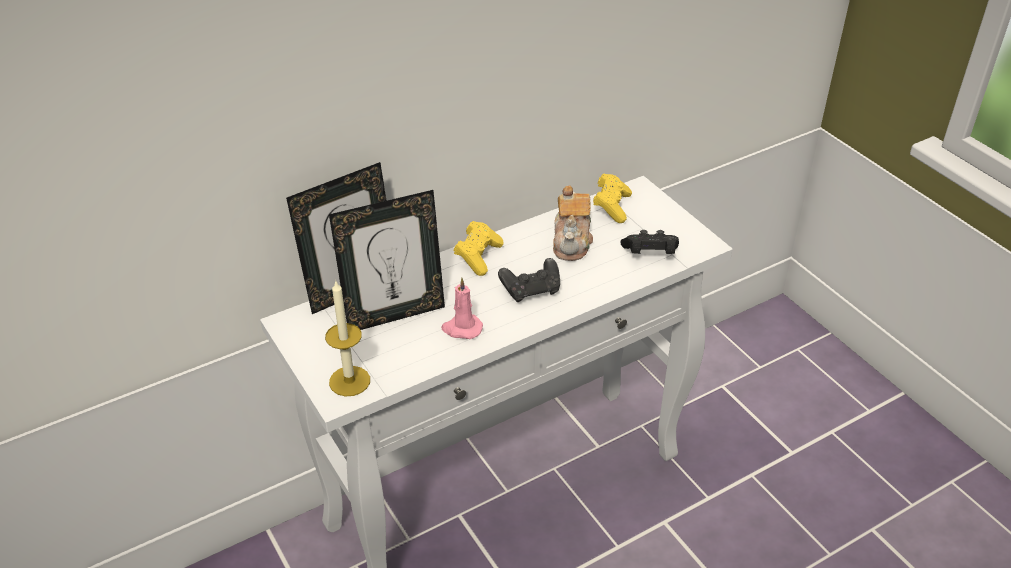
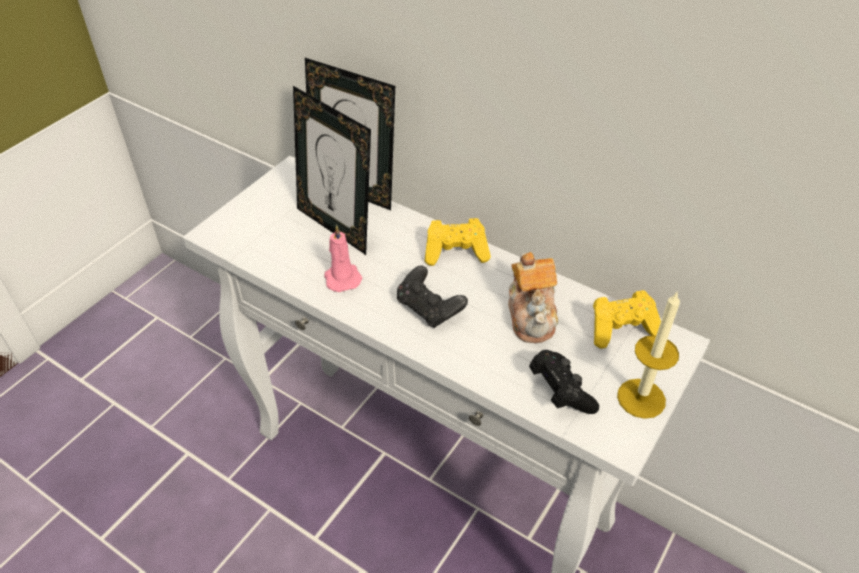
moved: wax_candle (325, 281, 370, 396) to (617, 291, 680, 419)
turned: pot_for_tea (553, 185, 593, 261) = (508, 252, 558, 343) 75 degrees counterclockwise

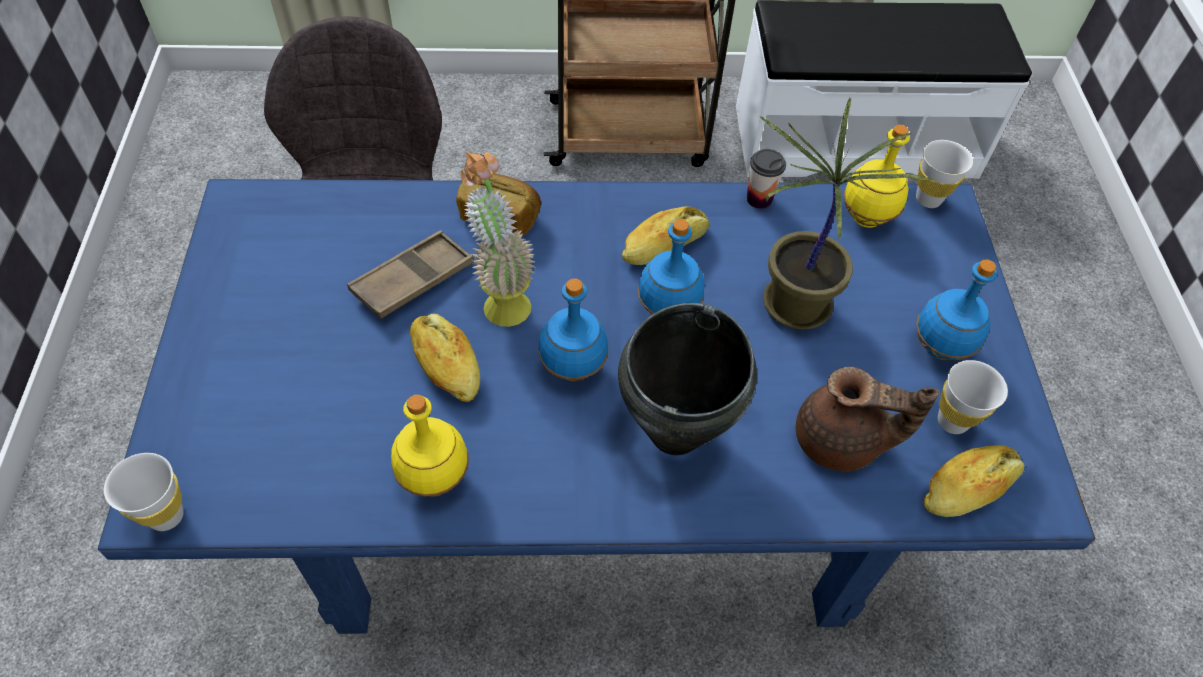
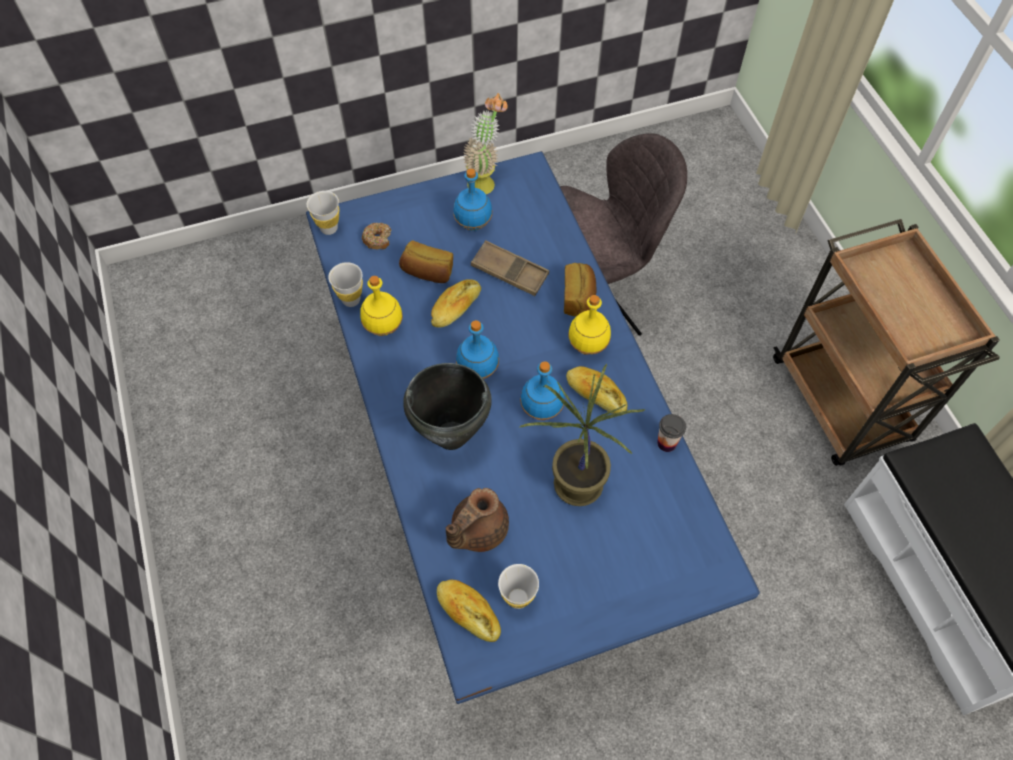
added: doughnut (362, 223, 391, 249); bread (399, 240, 453, 283)
moved: white_drinking_cup (916, 140, 973, 208) to (328, 262, 363, 307); bluish_beverage_bottle (916, 259, 997, 360) to (453, 169, 492, 231); plant_in_a_pot (461, 151, 535, 327) to (463, 93, 508, 195); yellow-coloured_beverage_bottle (844, 125, 910, 228) to (568, 295, 611, 355)
turned: brownish_pot_for_tea (796, 367, 939, 472) = (446, 488, 509, 552) 45 degrees clockwise

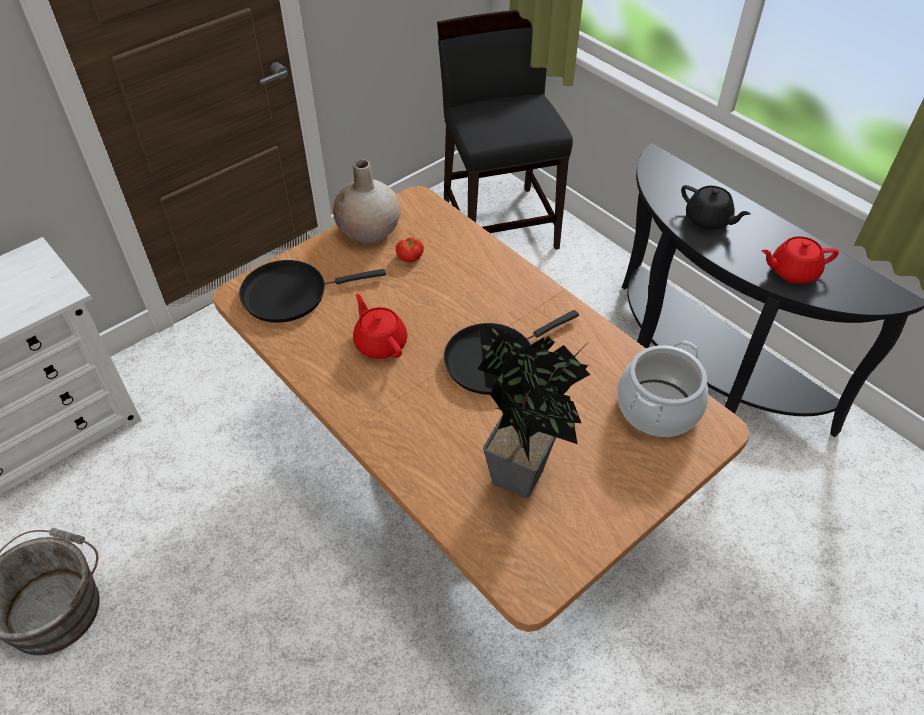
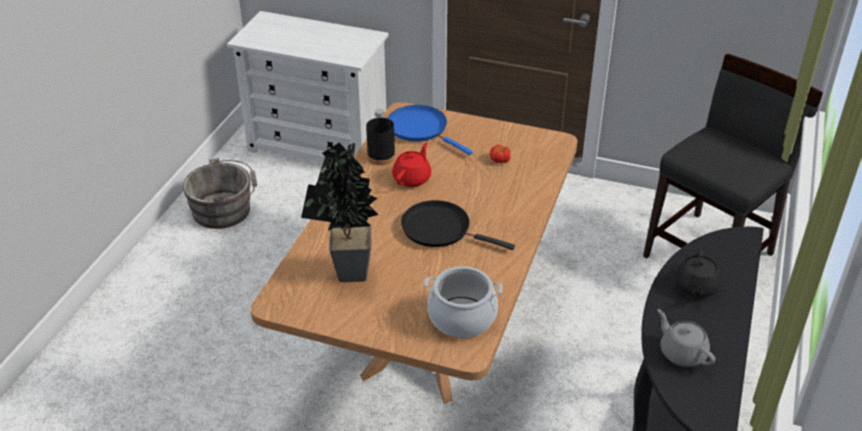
removed: beige_decorative_vase (333, 159, 401, 243)
added: black-coloured_beverage_bottle (366, 109, 395, 165)
recoloured: black-coloured_pan (239, 260, 386, 323) to bluish_pan (387, 105, 473, 155); reddish_pot_for_tea (761, 236, 839, 284) to grey_pot_for_tea (658, 309, 715, 367)

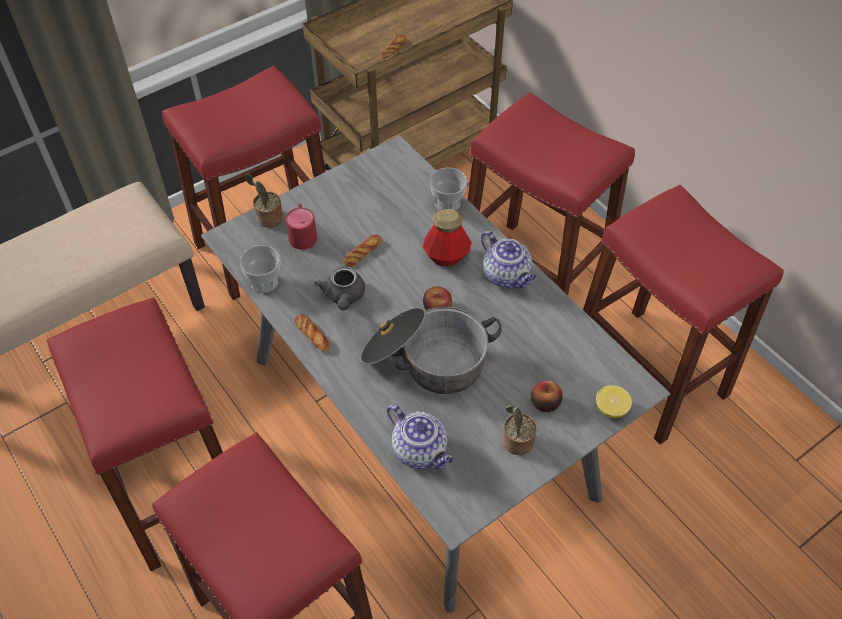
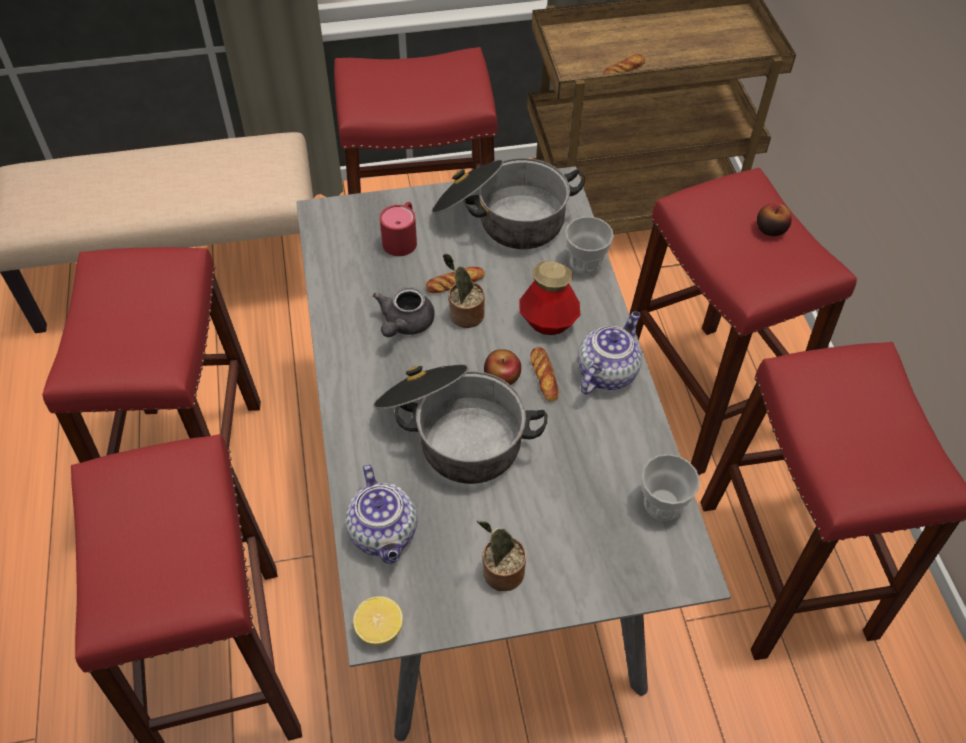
added: stockpot (432, 158, 585, 249)
moved: lemon (596, 385, 632, 418) to (353, 596, 403, 645); plant_in_a_pot (245, 173, 283, 228) to (443, 253, 485, 328); bread (295, 314, 330, 352) to (530, 347, 559, 402); drinking_cup (240, 245, 280, 293) to (641, 454, 700, 521); apple_fruit (531, 381, 563, 412) to (757, 203, 792, 236)
turned: pot_for_tea (481, 231, 536, 289) = (577, 311, 642, 395) 135 degrees counterclockwise

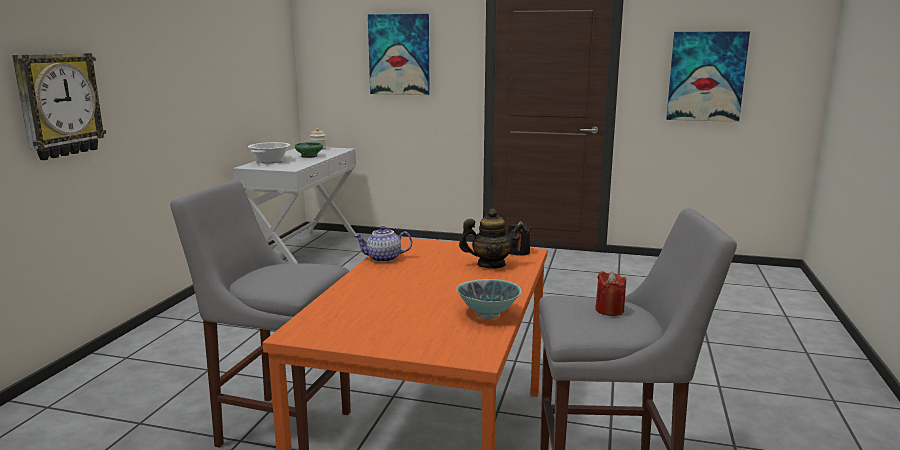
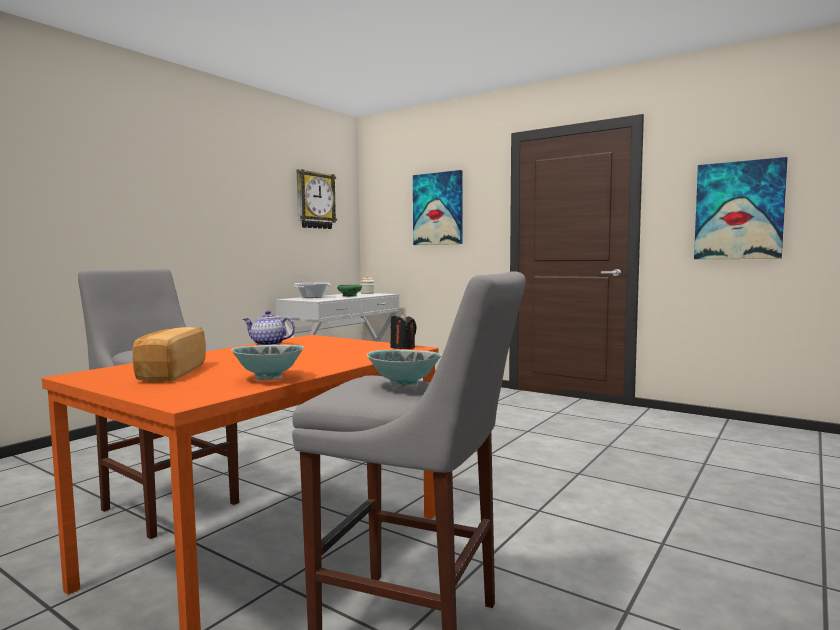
removed: pot_for_tea (459, 209, 524, 269)
added: bread (133, 327, 206, 382)
moved: clock_on_the_wall (12, 53, 106, 160) to (297, 169, 337, 229)
replaced: reddish_wax_candle (595, 271, 626, 316) to serving_bowl (367, 350, 442, 388)

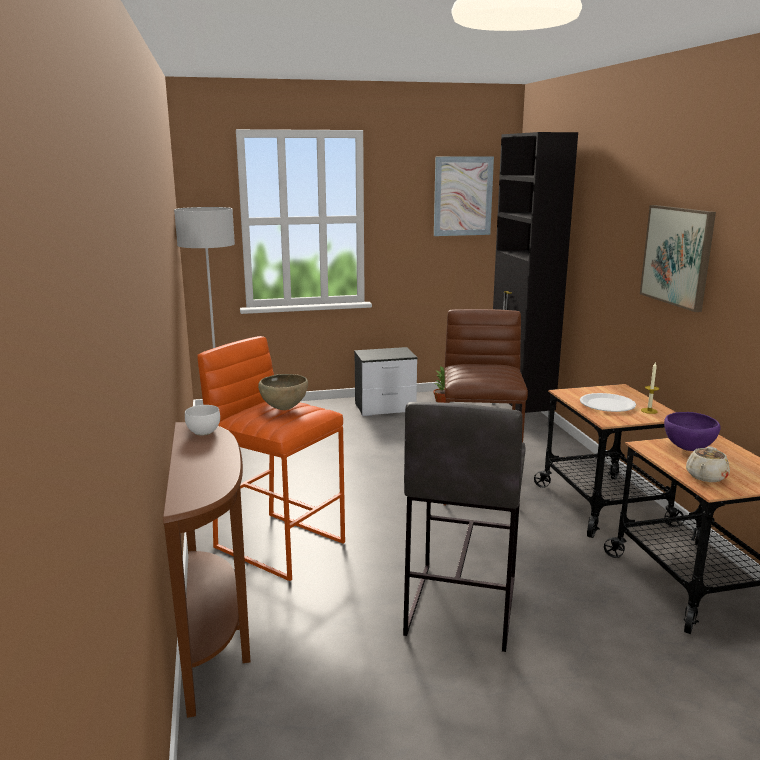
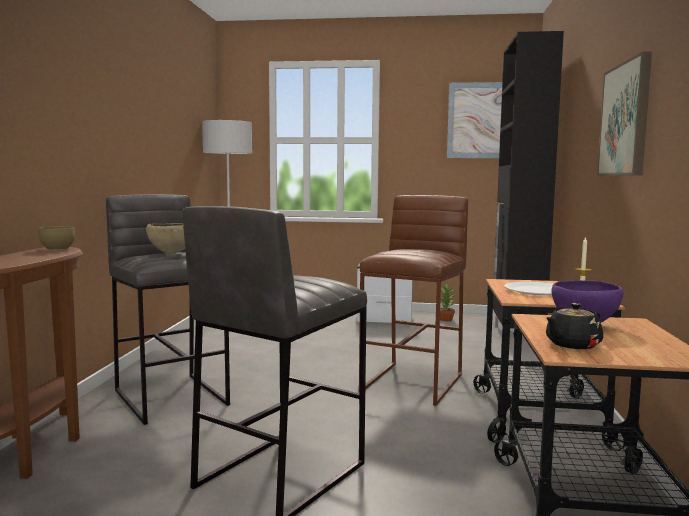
recoloured: white_serving_bowl (185, 405, 220, 436) to brownish_serving_bowl (39, 226, 75, 251); orange-coloured_sitting_stool (198, 336, 345, 581) to grey_sitting_stool (106, 194, 230, 425); beige_pot_for_tea (686, 447, 730, 482) to black-coloured_pot_for_tea (546, 303, 603, 349)

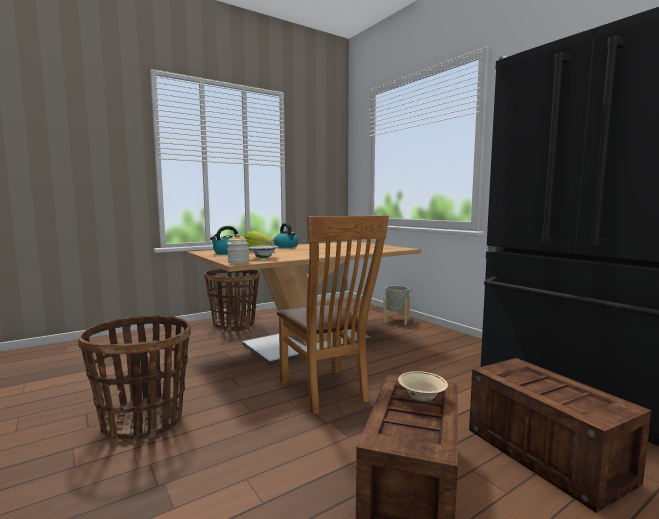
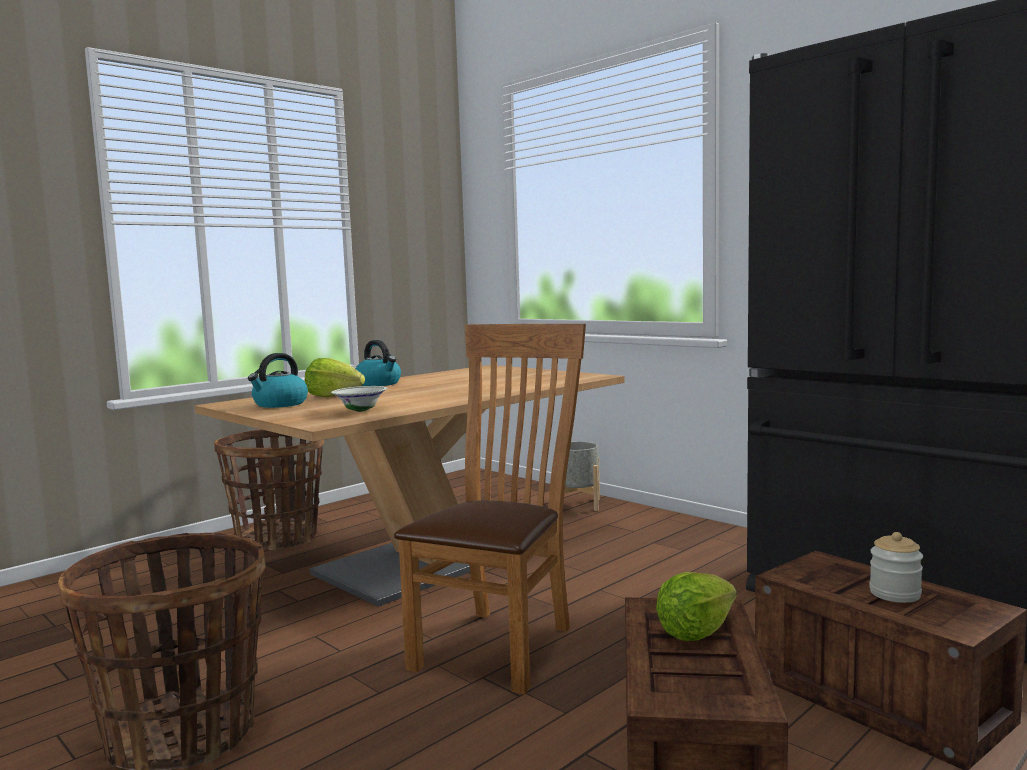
moved: preserve_jar (227, 234, 249, 264) to (869, 532, 923, 603)
replaced: beige_serving_bowl (398, 371, 448, 402) to lettuce_head (656, 572, 737, 641)
turned: brownish_plain_chair (277, 215, 389, 415) = (394, 324, 586, 695) 120 degrees counterclockwise

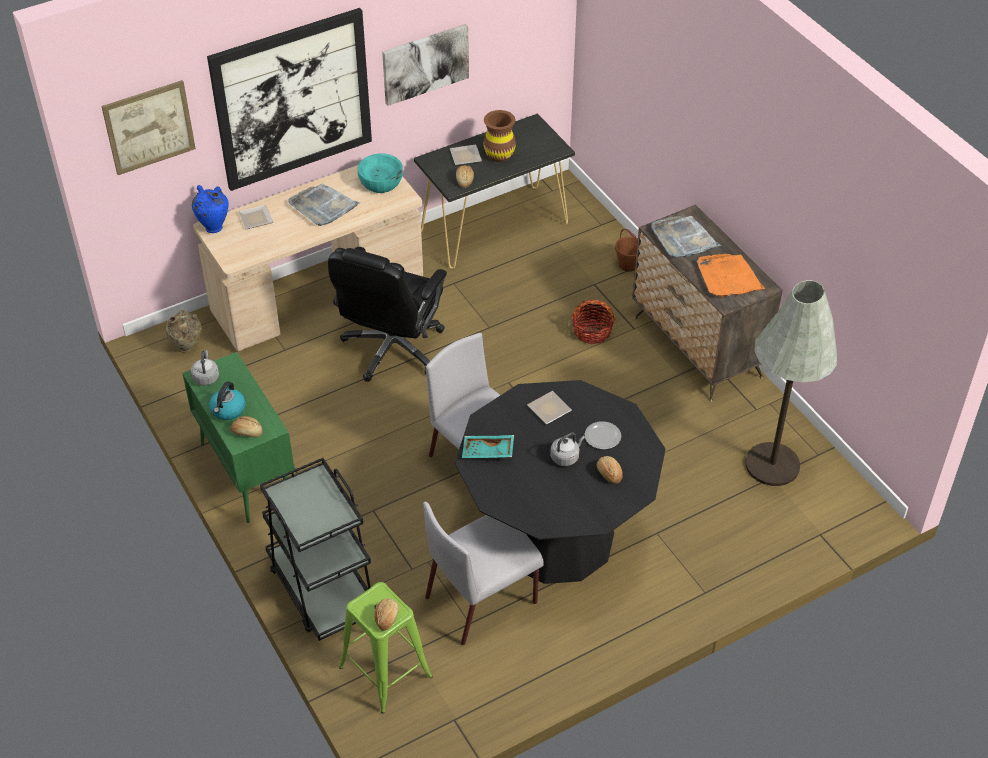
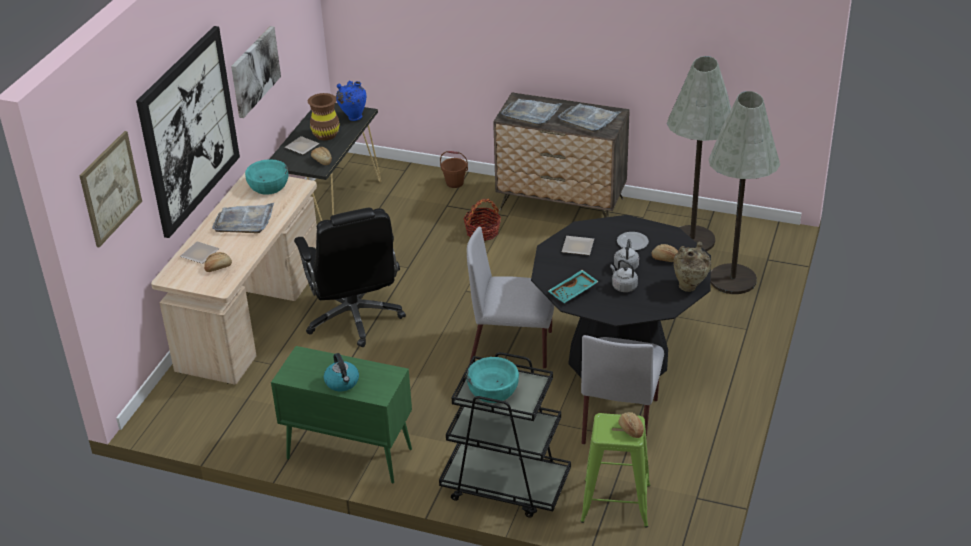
added: blue-green_serving_bowl (466, 357, 519, 403); grey_standard_lamp (709, 91, 780, 294)
moved: bread (230, 416, 263, 437) to (204, 252, 232, 272); bluish_decorative_vase (192, 185, 229, 233) to (336, 81, 367, 121); grey_water_kettle (191, 350, 219, 386) to (610, 260, 638, 292); beige_decorative_vase (166, 310, 202, 353) to (673, 242, 711, 292)
recoloured: orange-coloured_carrying_tray (697, 254, 765, 297) to grey_carrying_tray (558, 104, 621, 132)

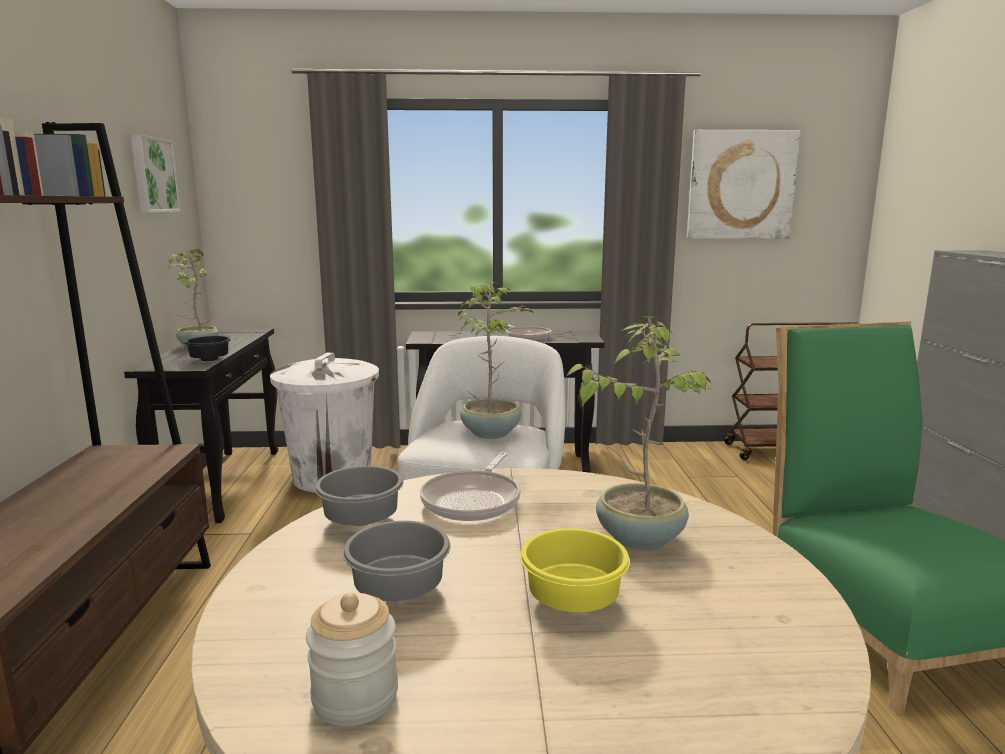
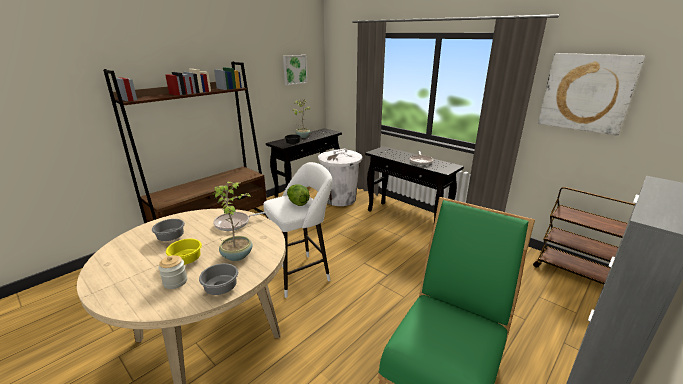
moved: preserve_jar (306, 593, 398, 726) to (158, 255, 187, 289); grey_serving_bowl (315, 466, 403, 526) to (199, 263, 238, 295)
replaced: plant_in_a_pot (458, 282, 532, 439) to lettuce_head (287, 185, 310, 206)

